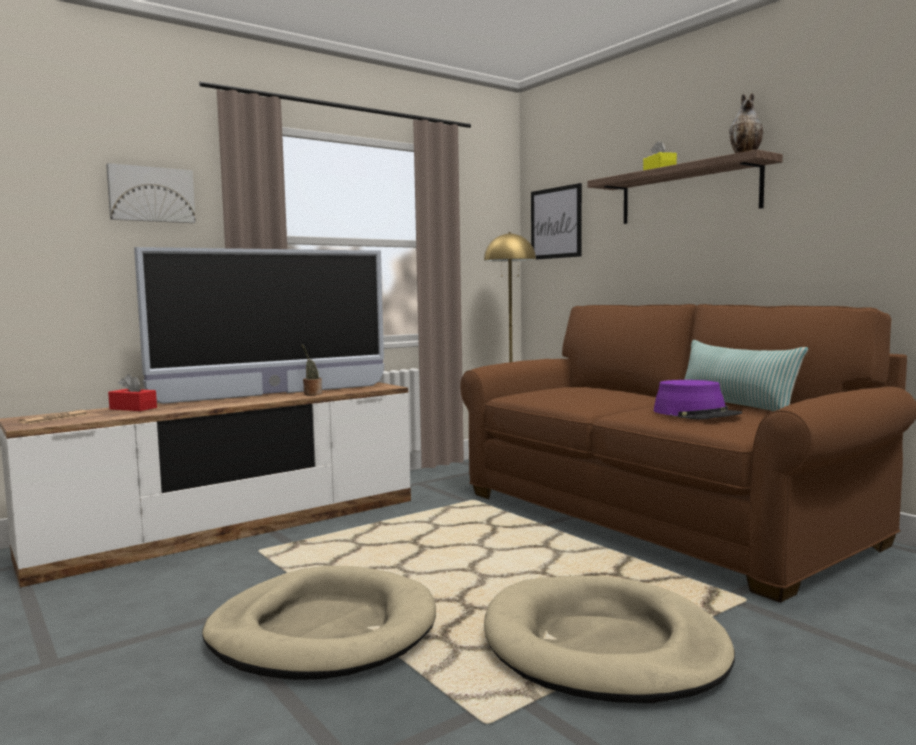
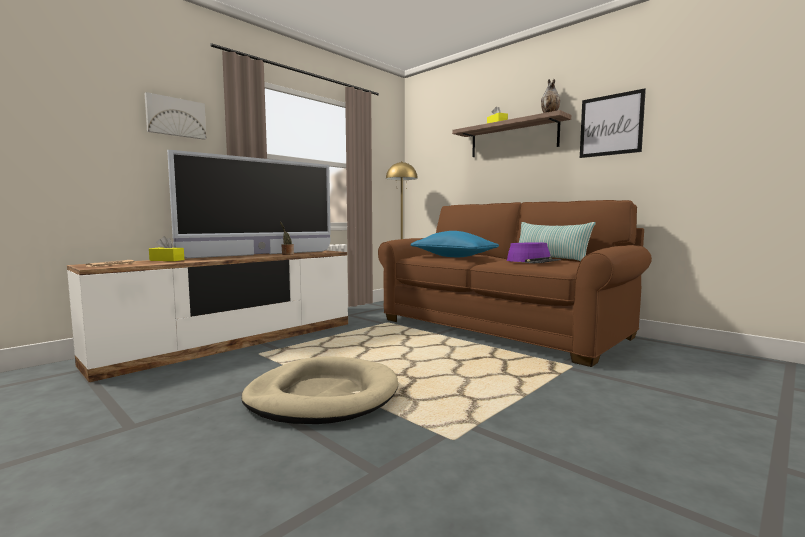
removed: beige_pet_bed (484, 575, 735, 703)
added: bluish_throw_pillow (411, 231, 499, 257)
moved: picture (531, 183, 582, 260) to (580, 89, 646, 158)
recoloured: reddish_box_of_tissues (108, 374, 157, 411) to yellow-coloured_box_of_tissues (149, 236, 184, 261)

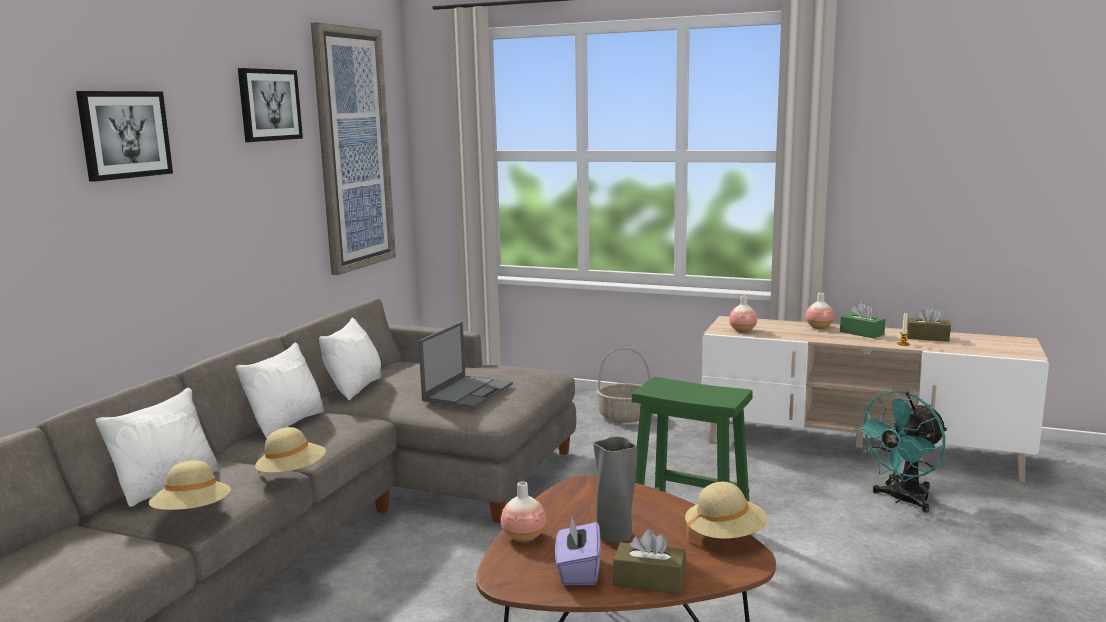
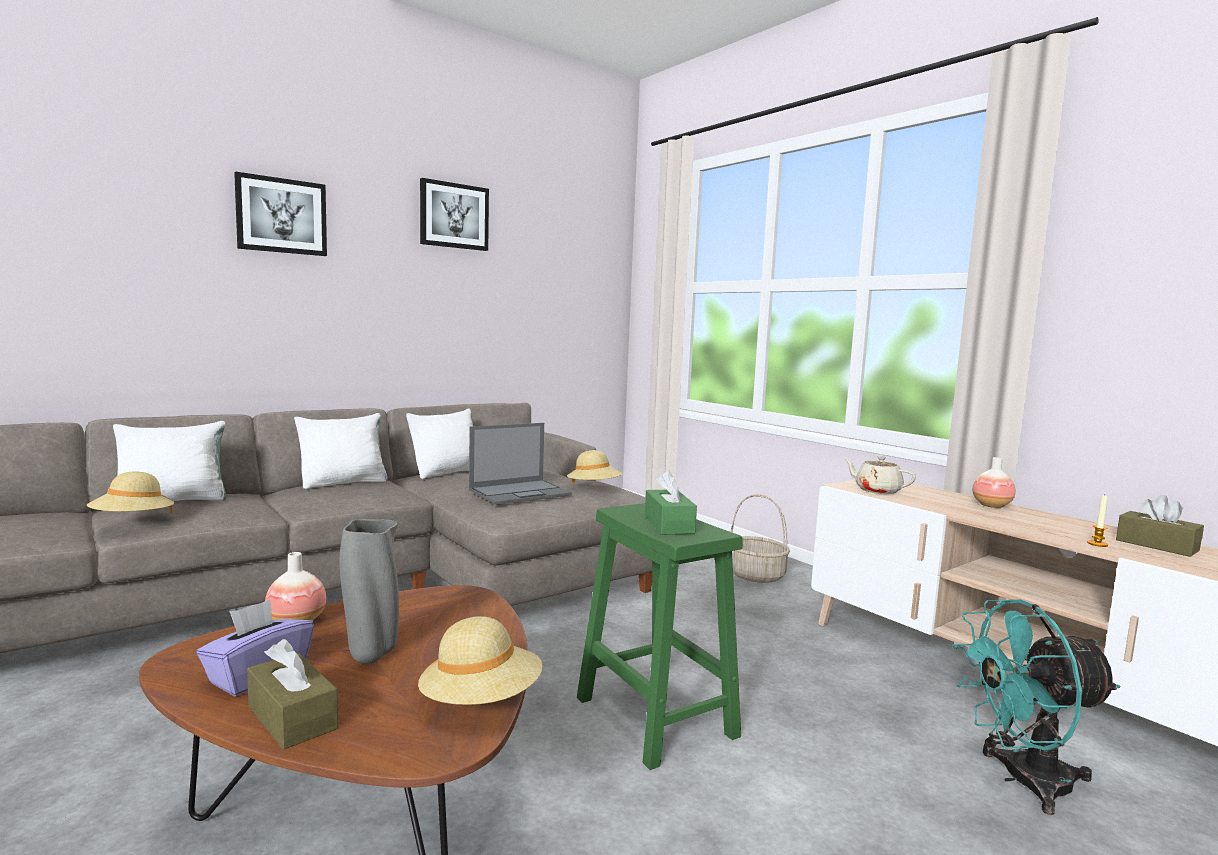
removed: picture (311, 22, 396, 275)
moved: beige_hat (255, 427, 326, 474) to (567, 450, 622, 484); greenish_box_of_tissues (840, 302, 886, 339) to (645, 470, 697, 535)
replaced: decorative_vase (729, 296, 757, 332) to beige_pot_for_tea (843, 456, 916, 494)

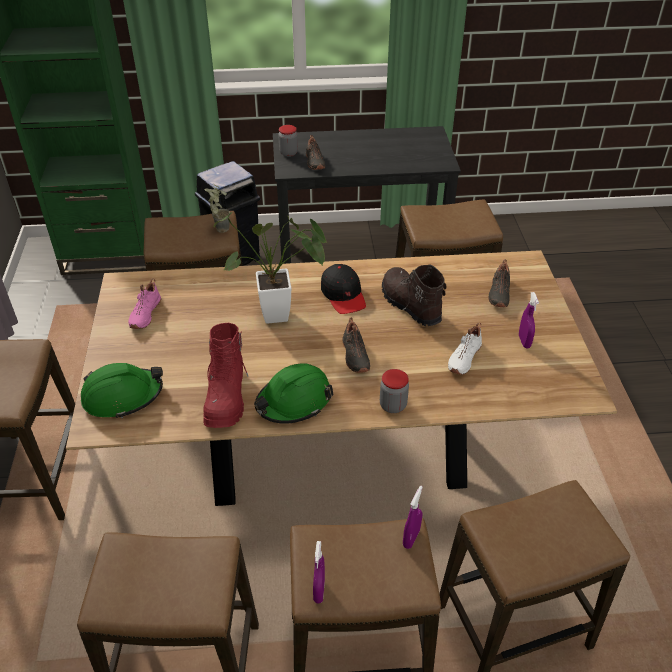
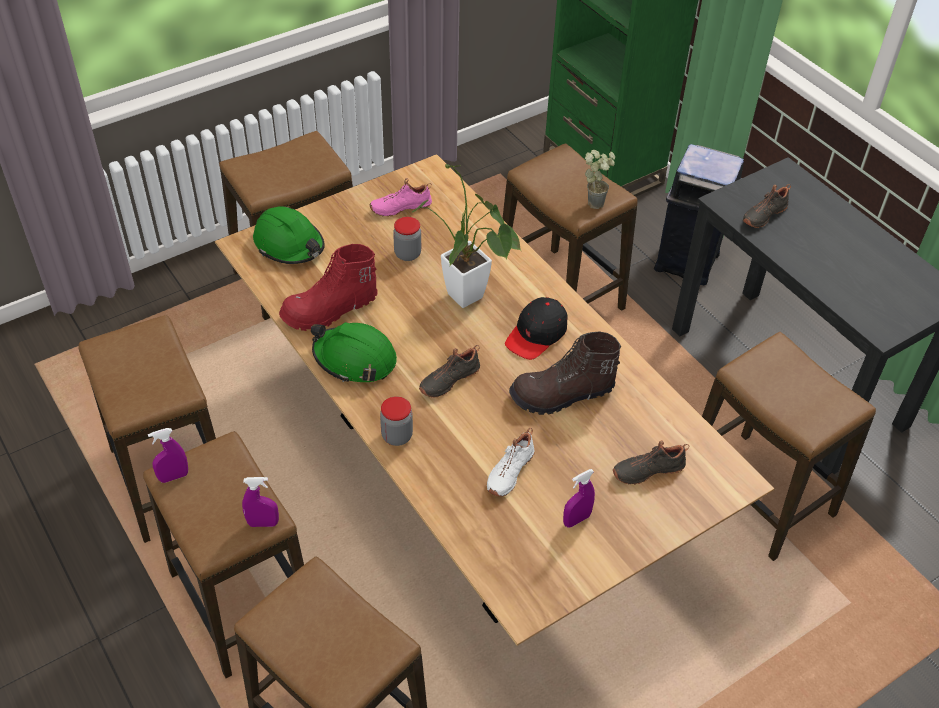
moved: preserve_jar (278, 125, 298, 157) to (393, 217, 421, 261)
turned: white_item_of_footwear (448, 322, 482, 375) = (487, 428, 534, 497) 60 degrees counterclockwise; brownish_boot (382, 264, 447, 326) = (509, 331, 621, 415) 135 degrees counterclockwise

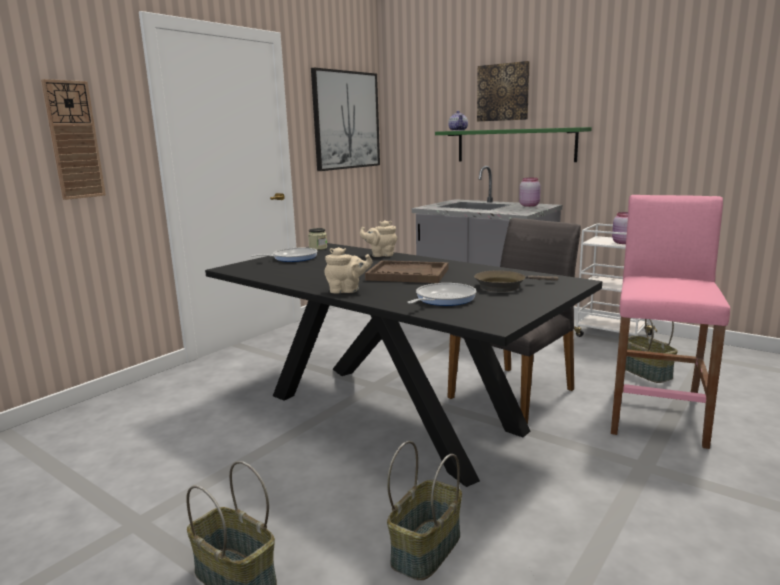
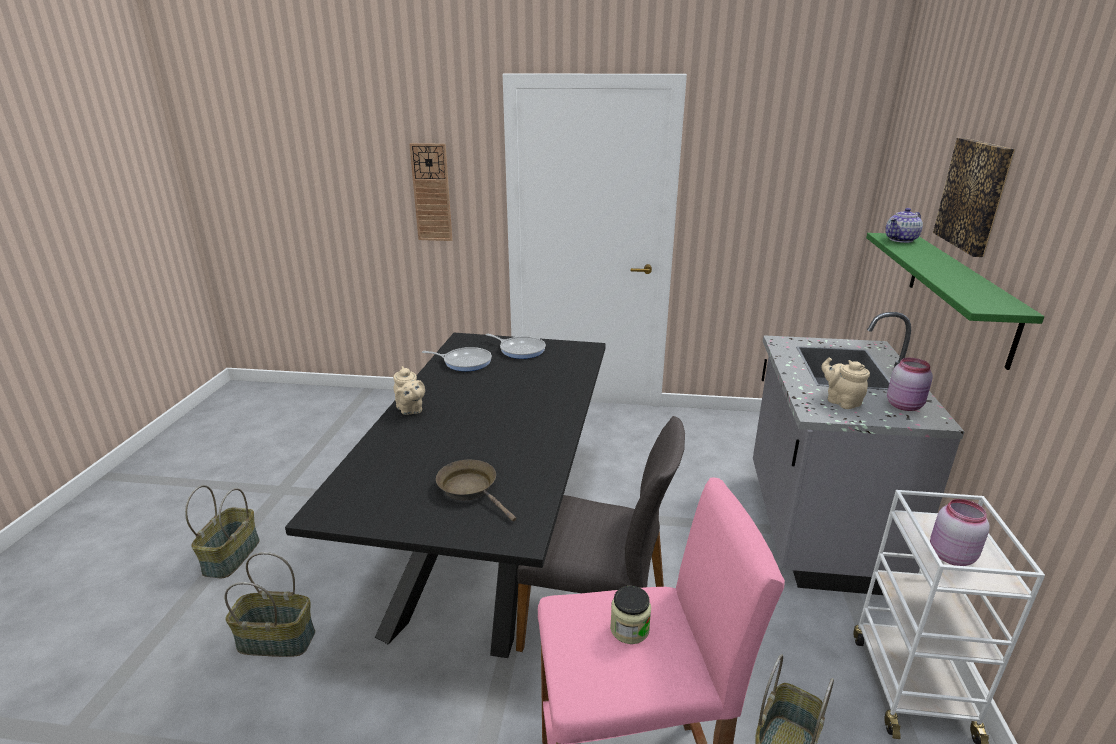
removed: picture (311, 68, 380, 171); brownish_carrying_tray (365, 260, 449, 283)
moved: pan (407, 283, 476, 306) to (422, 347, 492, 371); preserve_jar (308, 228, 327, 250) to (610, 586, 651, 644); beige_pot_for_tea (360, 221, 397, 257) to (821, 357, 870, 409)

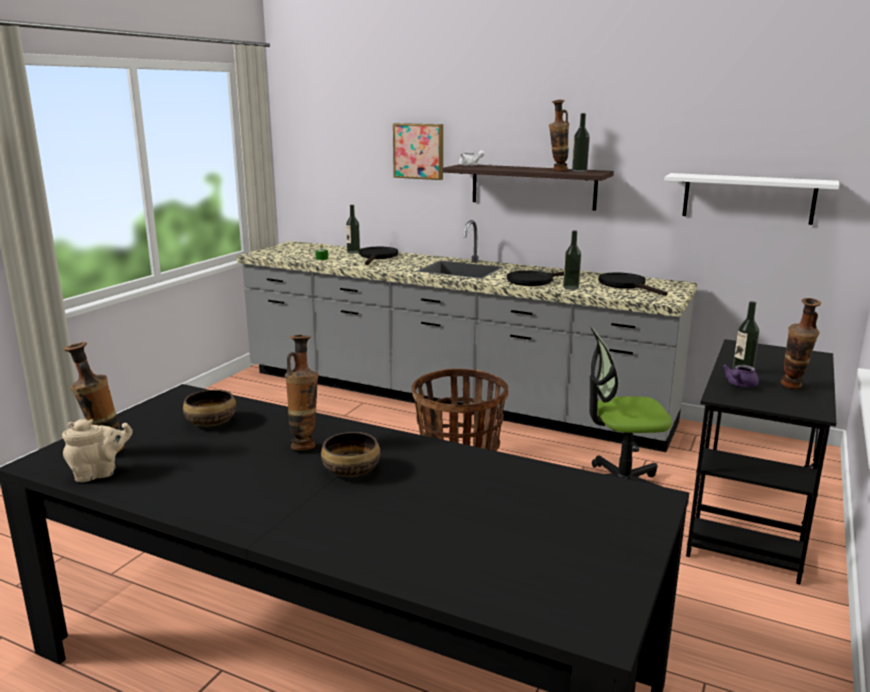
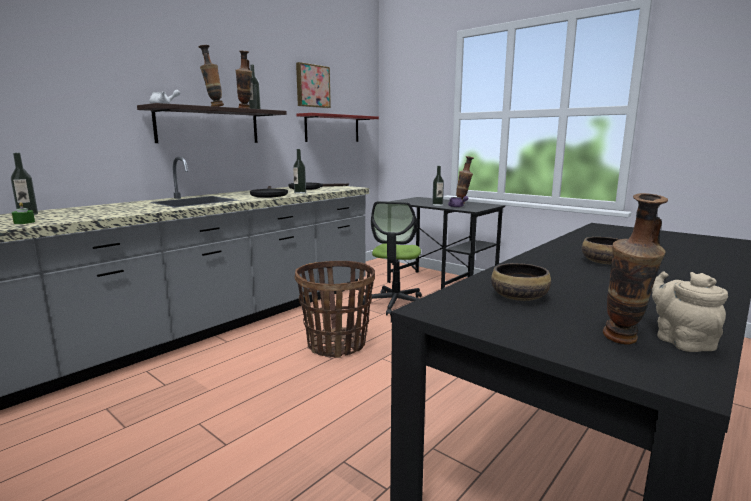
removed: black-coloured_pan (359, 247, 398, 265)
moved: decorative_vase (285, 335, 319, 450) to (198, 45, 224, 107); picture (393, 123, 443, 180) to (296, 62, 331, 108)
recoloured: white_wall_shelf (664, 173, 839, 225) to reddish_wall_shelf (296, 113, 379, 142)

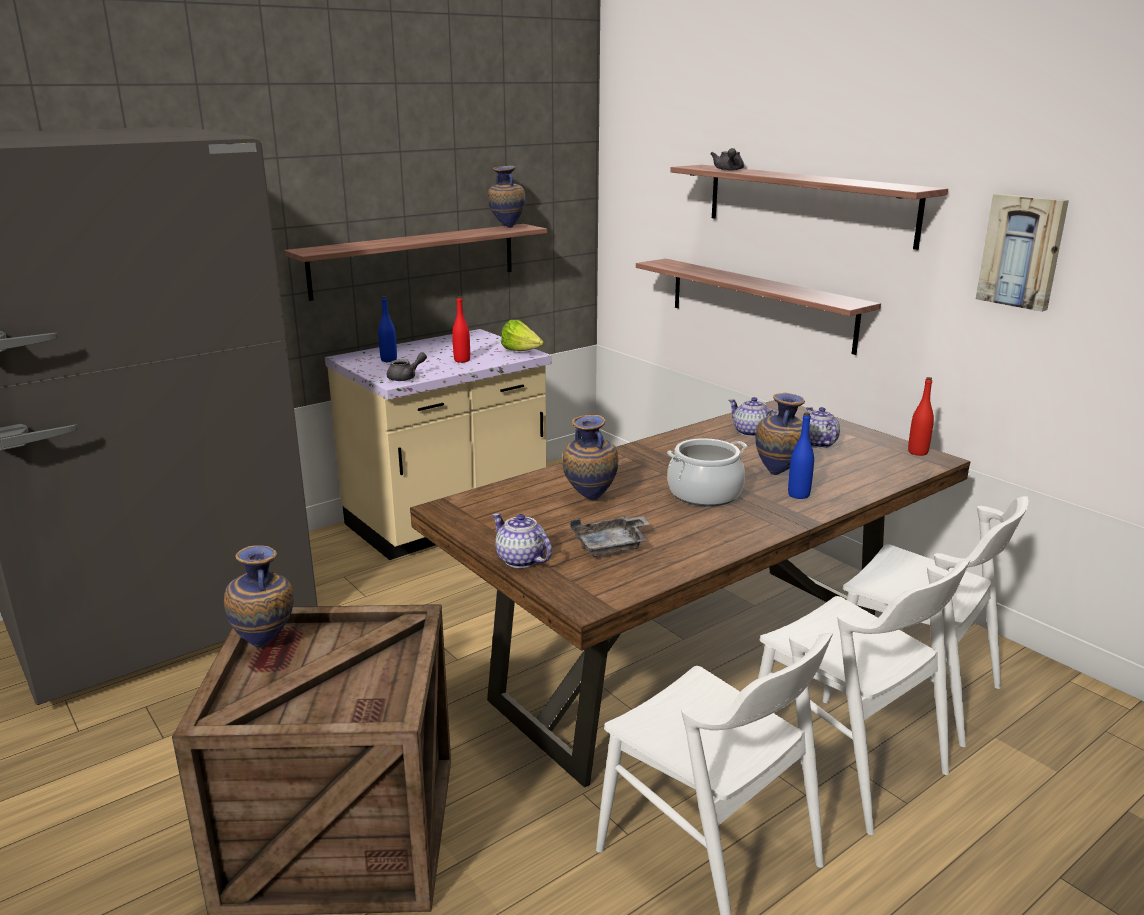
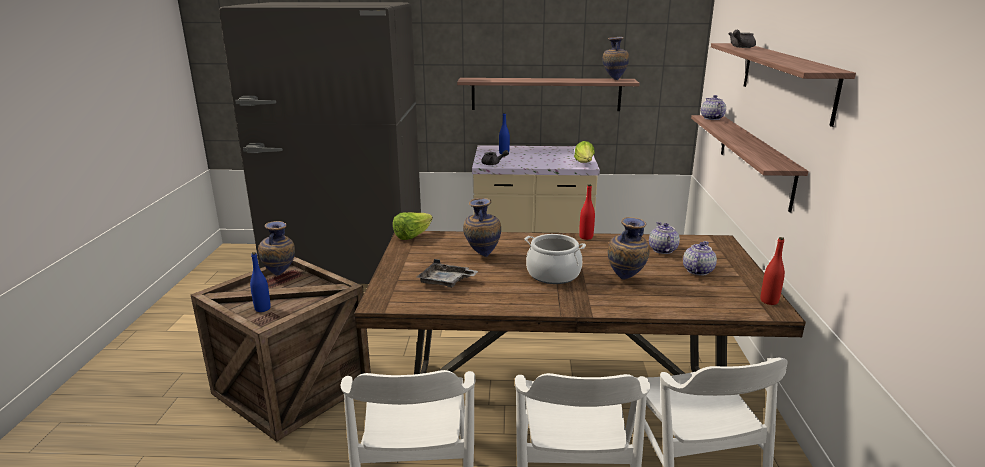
removed: picture (976, 193, 1069, 312)
added: lettuce_head (393, 212, 433, 240)
moved: bluish_beverage_bottle (788, 412, 814, 499) to (250, 252, 271, 312); reddish_beverage_bottle (452, 296, 470, 363) to (579, 184, 595, 240); pot_for_tea (492, 513, 552, 568) to (701, 95, 726, 120)

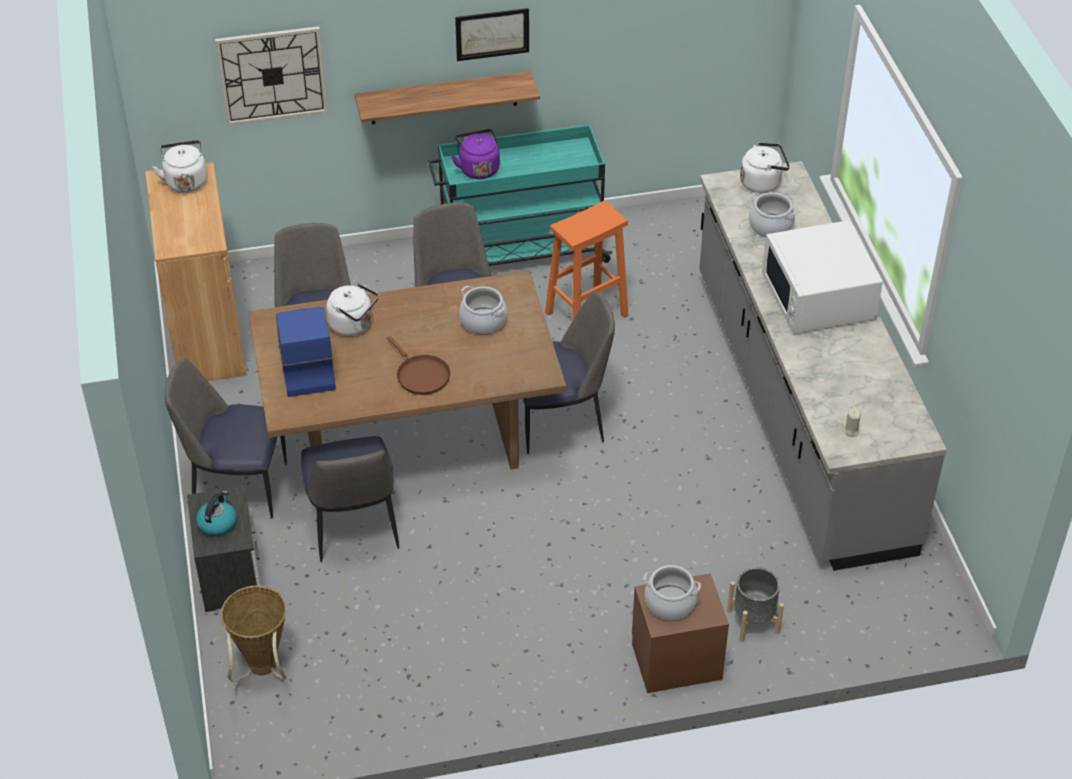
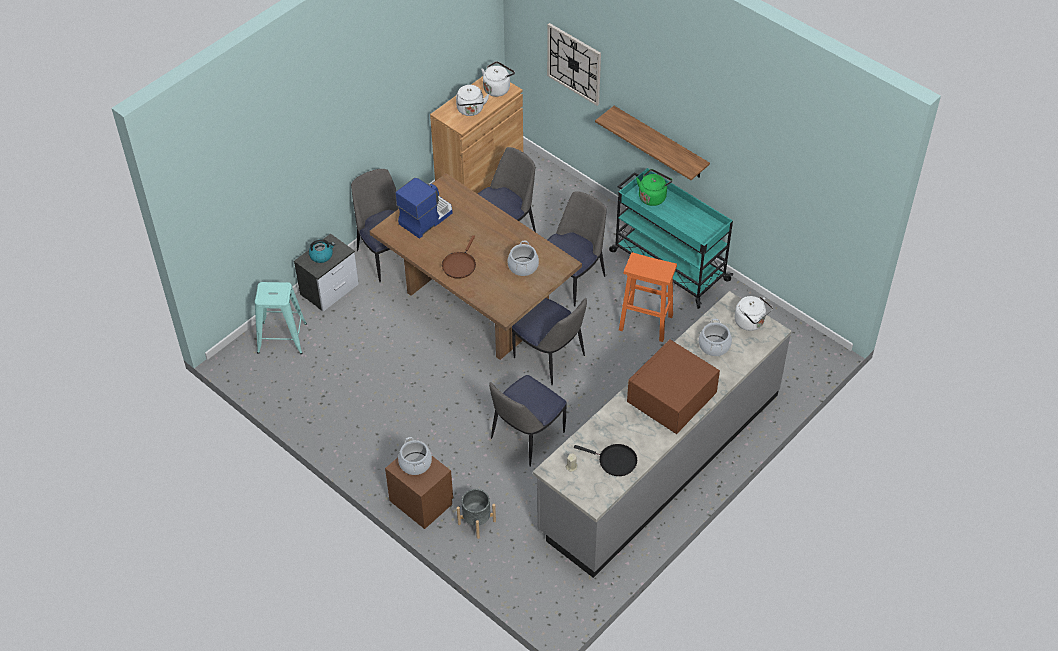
removed: picture (455, 8, 529, 61)
added: black-coloured_pan (574, 444, 637, 476)
moved: white_water_kettle (326, 283, 379, 336) to (456, 85, 489, 116); plain_chair (301, 436, 399, 562) to (489, 375, 566, 467)
replaced: basket (221, 585, 287, 682) to blue-green_sitting_stool (255, 282, 307, 354)
recoloured: white_kitchen_microwave (762, 220, 883, 334) to brownish_kitchen_microwave (627, 339, 720, 434); purple-coloured_water_kettle (451, 129, 500, 179) to greenish_water_kettle (636, 169, 672, 206)

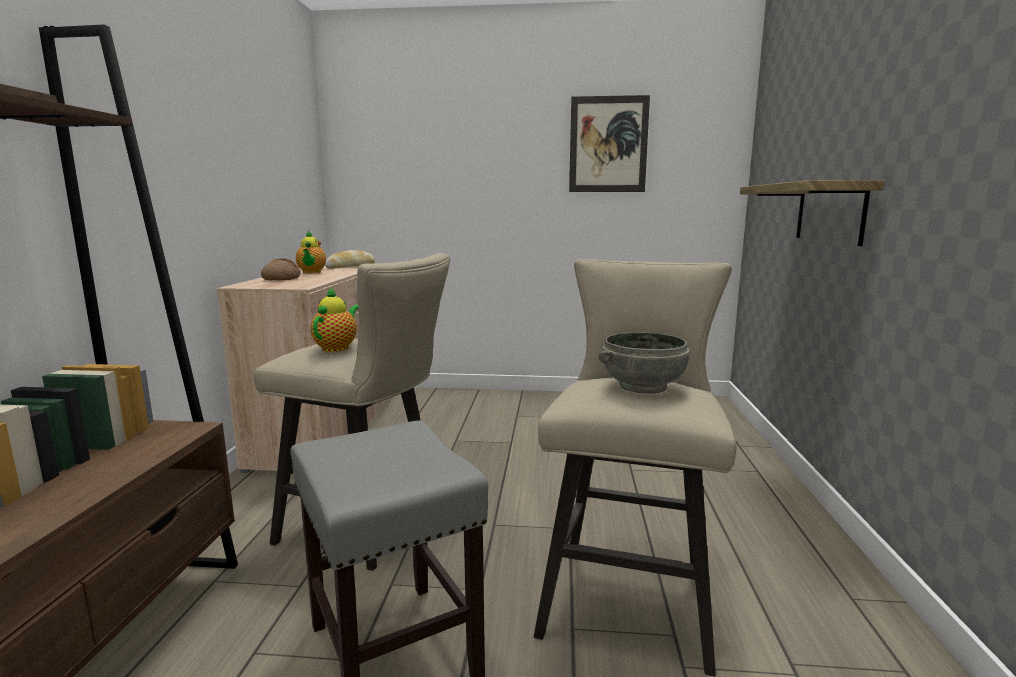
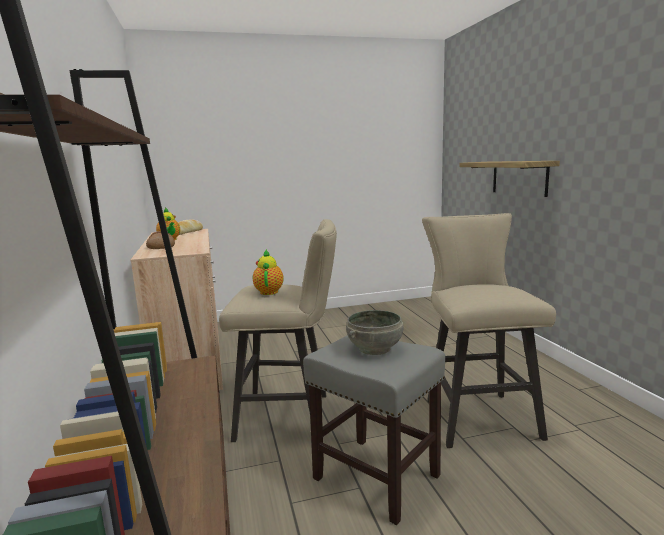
removed: picture (569, 95, 650, 192)
moved: grey_serving_bowl (599, 332, 690, 393) to (346, 310, 404, 355)

